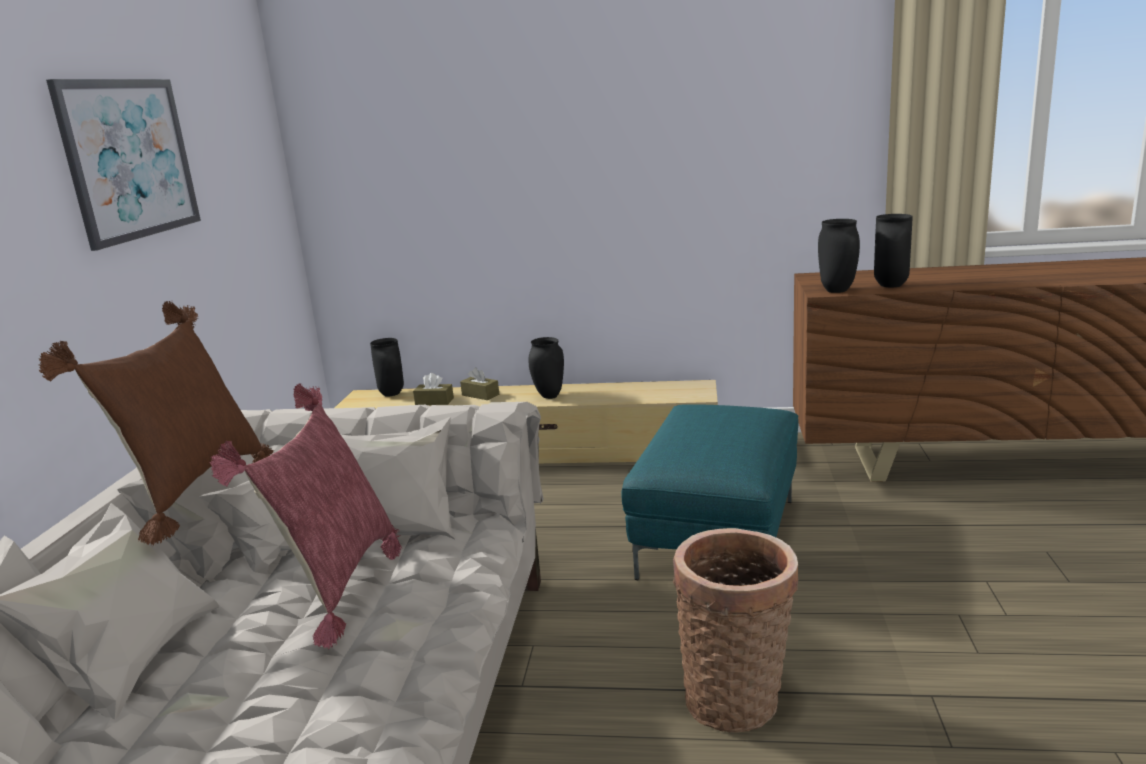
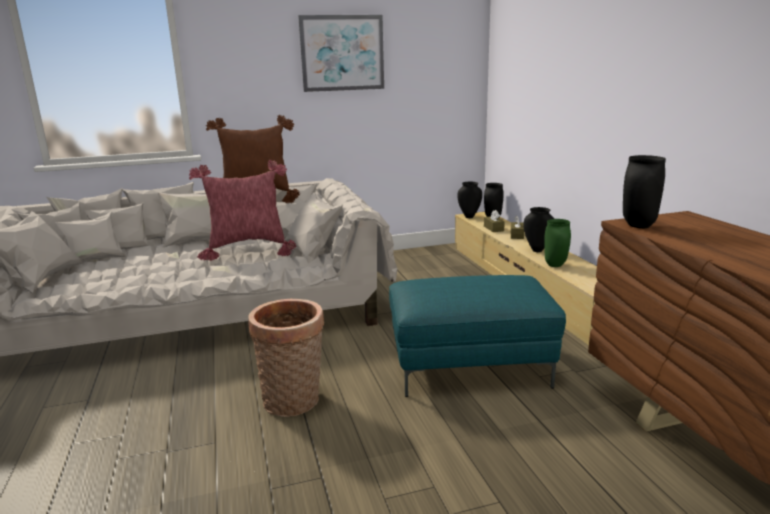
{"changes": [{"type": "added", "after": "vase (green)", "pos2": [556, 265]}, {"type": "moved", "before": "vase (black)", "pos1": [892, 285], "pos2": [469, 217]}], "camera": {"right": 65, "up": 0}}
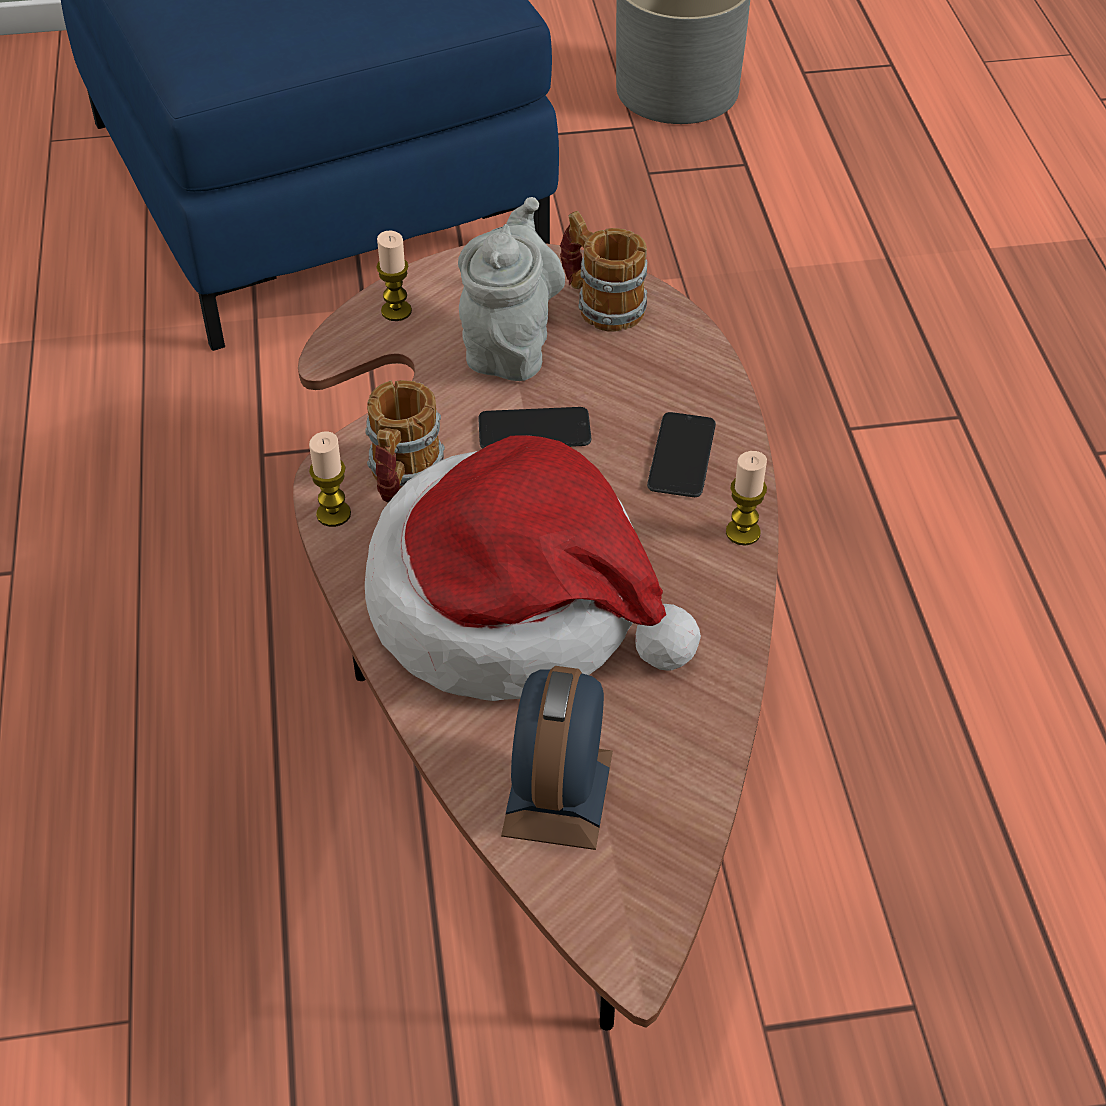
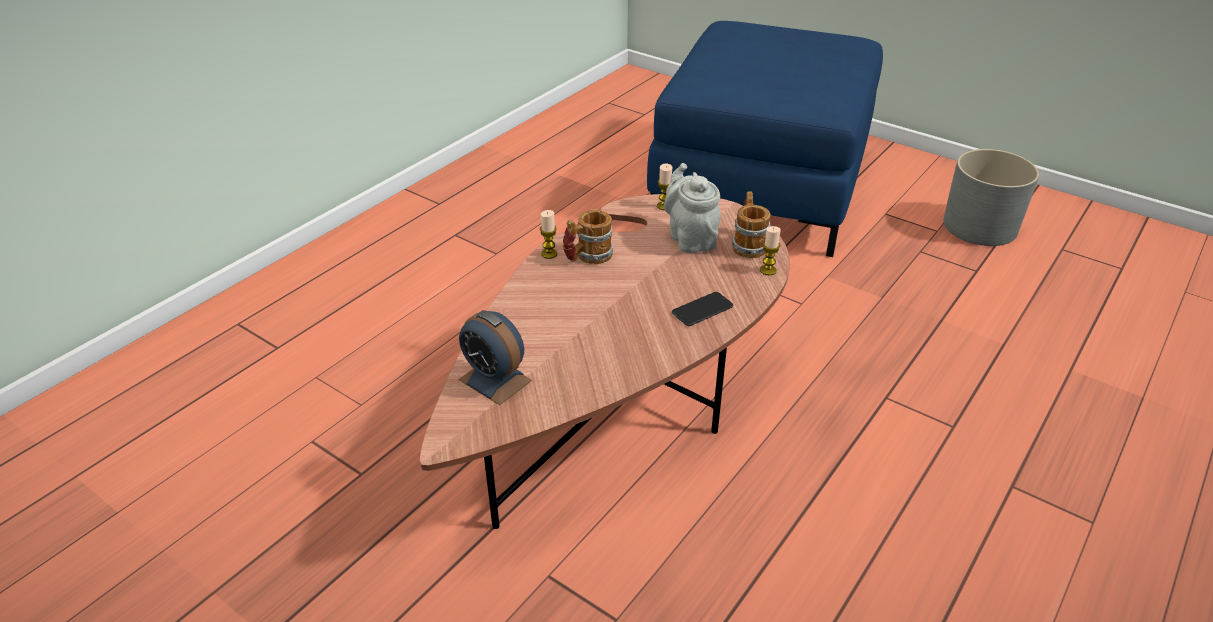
{"changes": [{"type": "removed", "before": "hat", "pos1": [516, 605]}, {"type": "removed", "before": "phone", "pos1": [534, 430]}, {"type": "moved", "before": "candle", "pos1": [743, 532], "pos2": [768, 270]}, {"type": "turned", "before": "teapot (grey)", "pos1": [509, 344], "pos2": [690, 238], "turn": -75}, {"type": "turned", "before": "alarm clock", "pos1": [558, 793], "pos2": [495, 380], "turn": -105}], "camera": {"right": 45, "up": -10}}
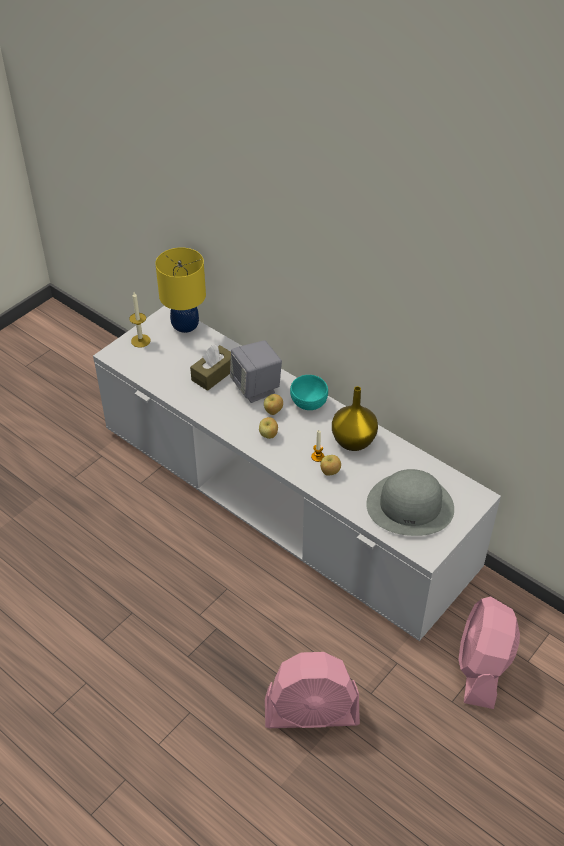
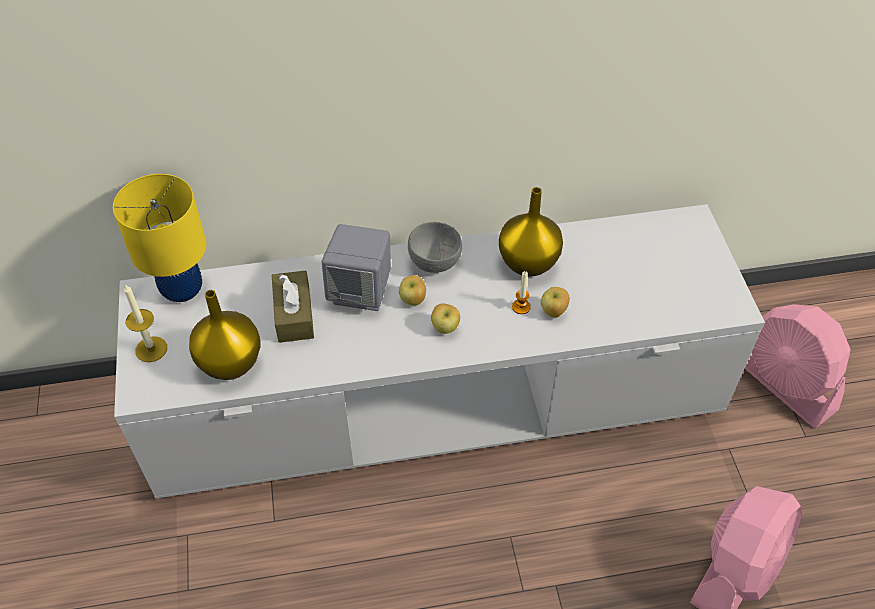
{"changes": [{"type": "removed", "before": "hat (grey)", "pos1": [410, 505]}, {"type": "added", "after": "vase (yellow)", "pos2": [231, 364]}, {"type": "recoloured", "before": "bowl (turquoise)", "after": "bowl (grey)", "pos1": [308, 403], "pos2": [434, 262]}], "camera": {"right": -50, "up": 5}}
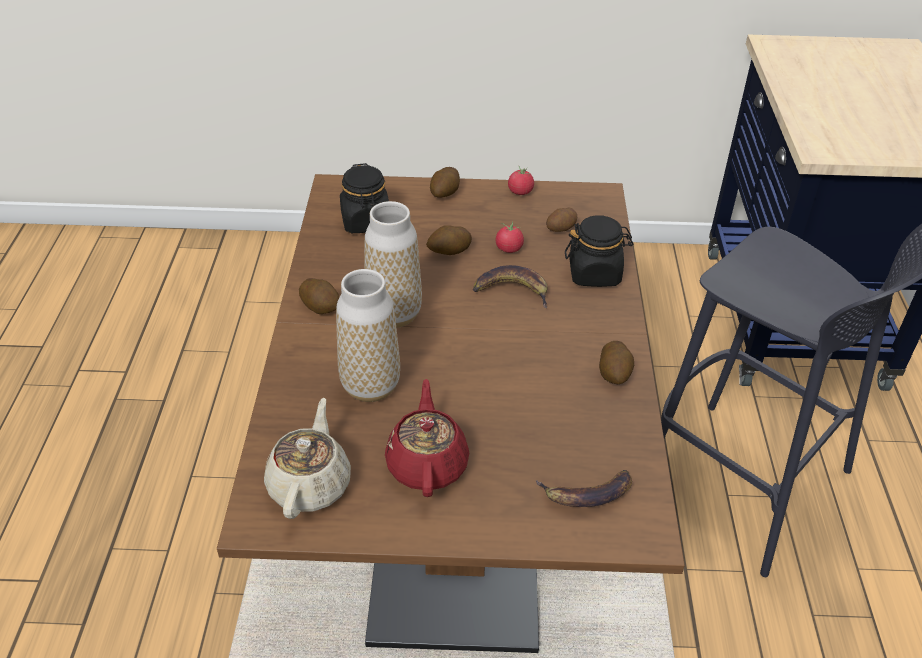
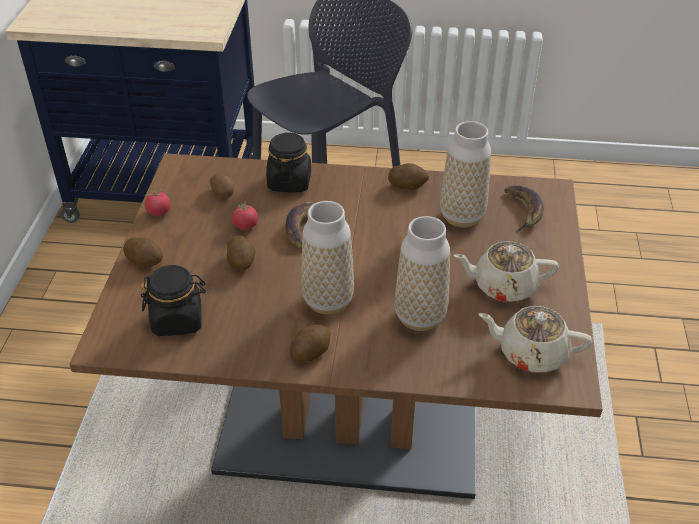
{"changes": [{"type": "added", "after": "vase", "pos2": [462, 217]}, {"type": "recoloured", "before": "teapot (red)", "after": "teapot (beige)", "pos1": [427, 464], "pos2": [503, 286]}], "camera": {"right": -85, "up": 0}}
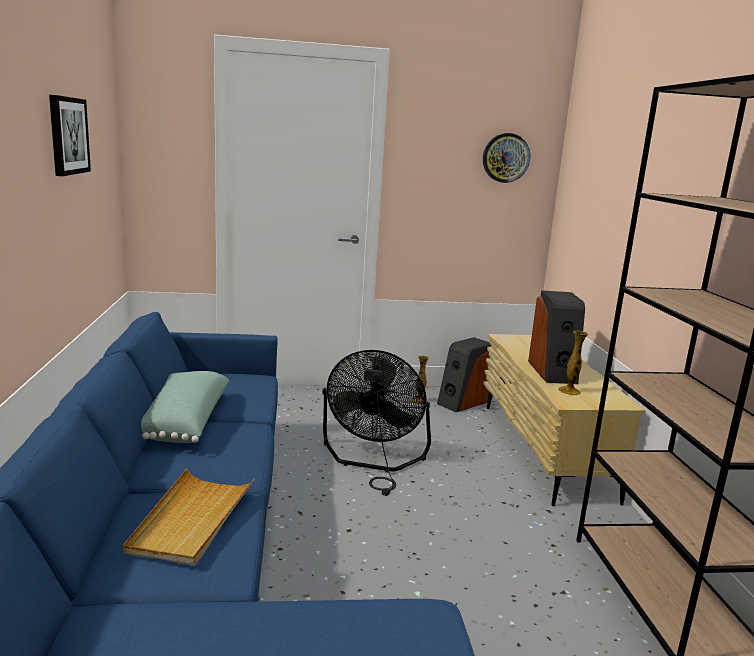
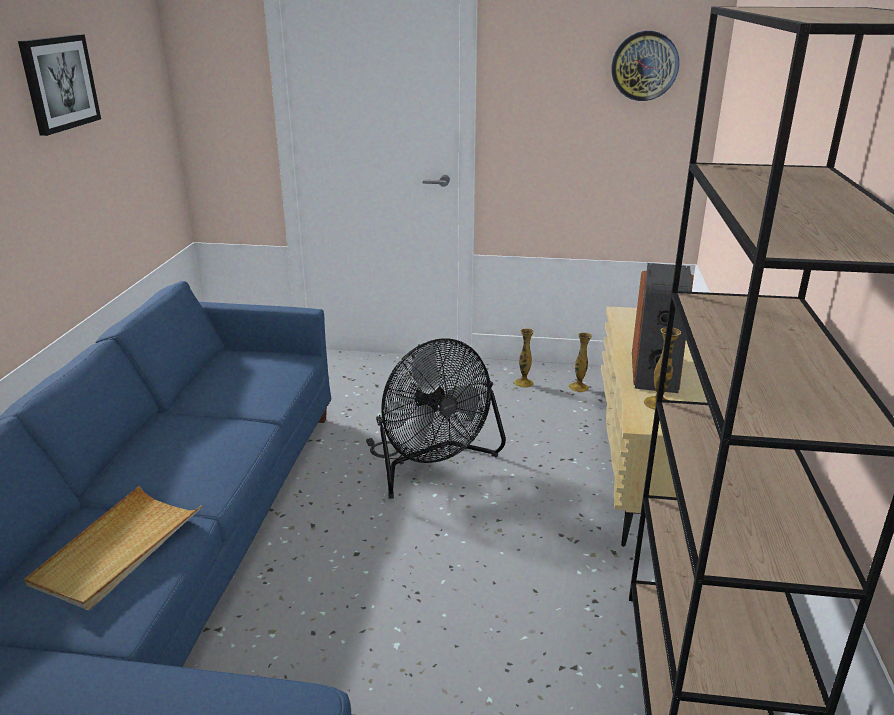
{"changes": [{"type": "removed", "before": "pillow (green)", "pos1": [182, 422]}, {"type": "replaced", "before": "speaker", "after": "vase", "pos1": [462, 402], "pos2": [578, 387]}, {"type": "turned", "before": "fan (black)", "pos1": [373, 462], "pos2": [427, 465], "turn": 120}], "camera": {"right": 15, "up": 10}}
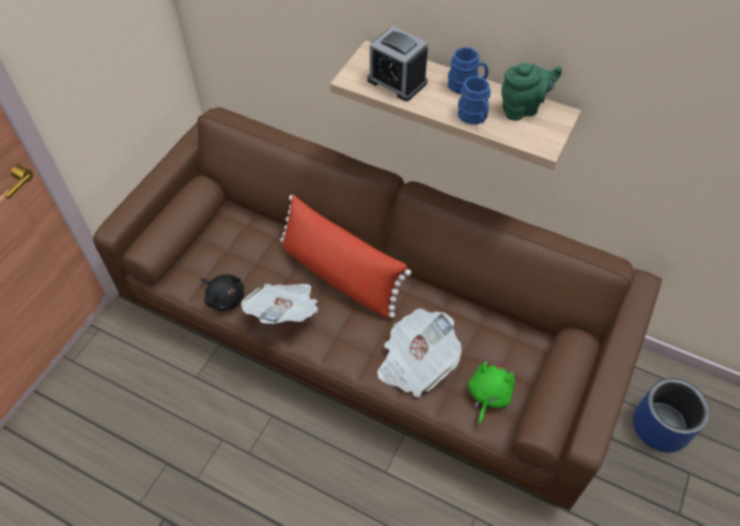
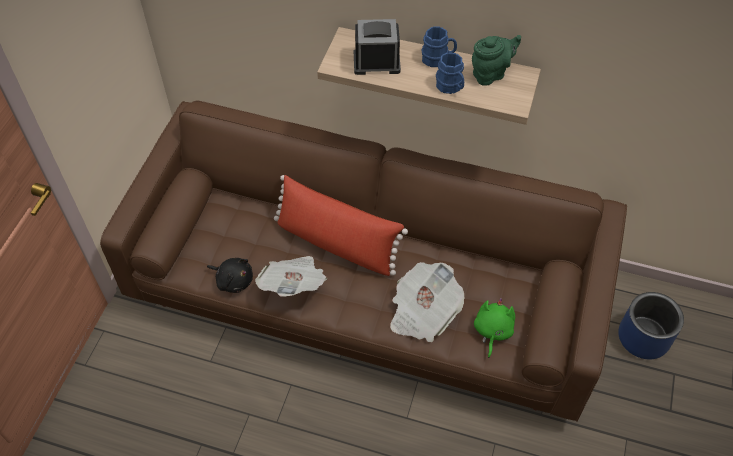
{"changes": [{"type": "turned", "before": "alarm clock", "pos1": [397, 81], "pos2": [376, 62], "turn": 150}], "camera": {"right": -10, "up": 0}}
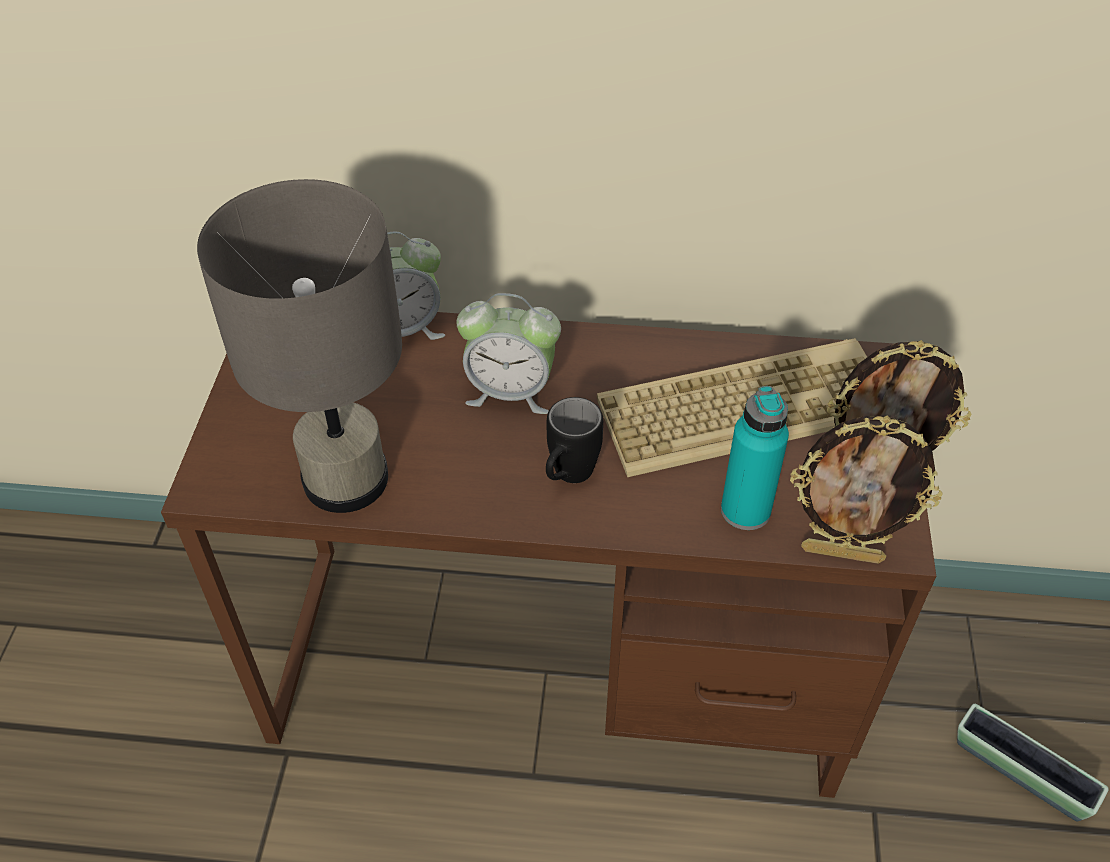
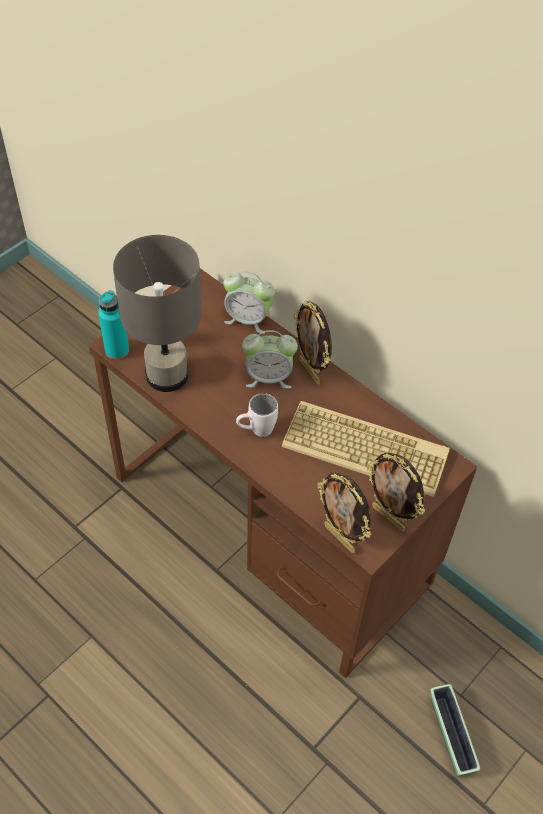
{"changes": [{"type": "added", "after": "picture frame", "pos2": [310, 371]}, {"type": "moved", "before": "bottle (turquoise)", "pos1": [745, 510], "pos2": [117, 350]}, {"type": "recoloured", "before": "mug (black)", "after": "mug (white)", "pos1": [567, 478], "pos2": [256, 431]}, {"type": "turned", "before": "alarm clock", "pos1": [511, 392], "pos2": [268, 377], "turn": -45}], "camera": {"right": 35, "up": 5}}
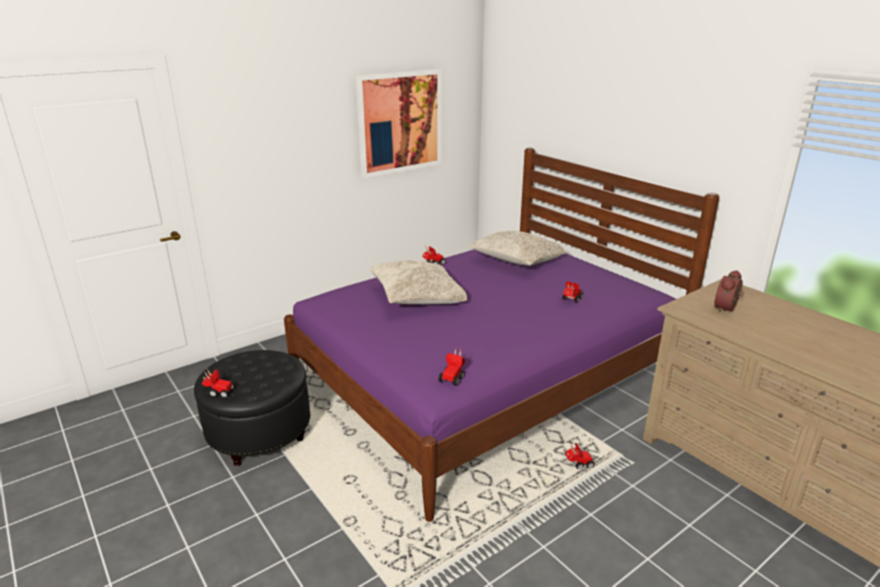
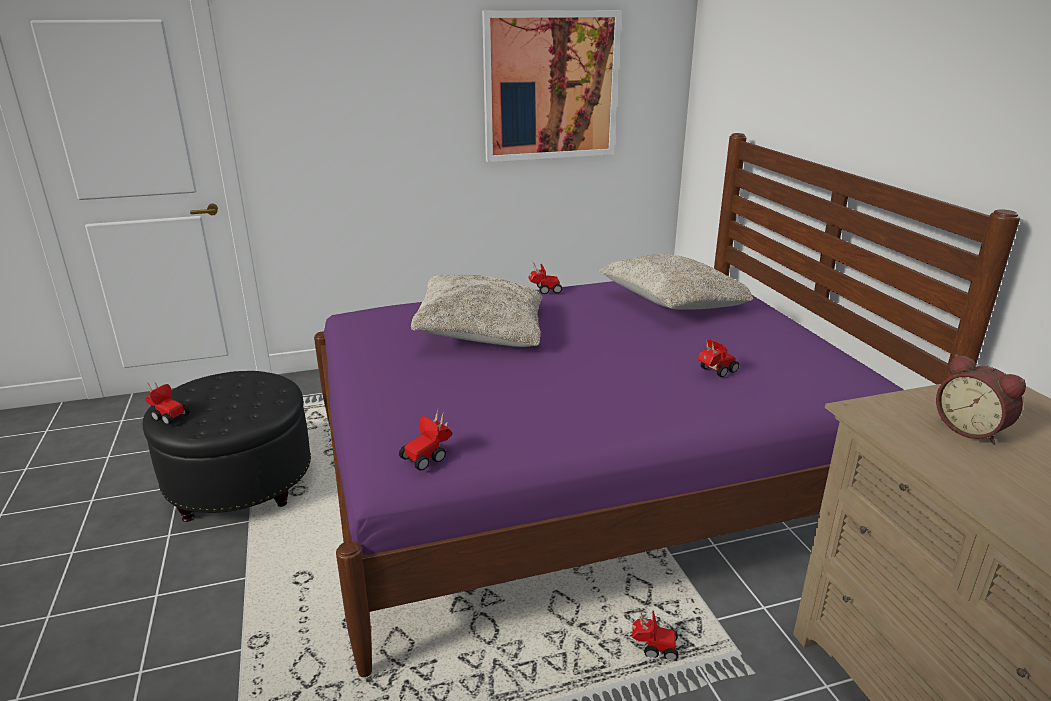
{"changes": [{"type": "turned", "before": "alarm clock", "pos1": [727, 309], "pos2": [971, 429], "turn": -90}], "camera": {"right": 20, "up": 0}}
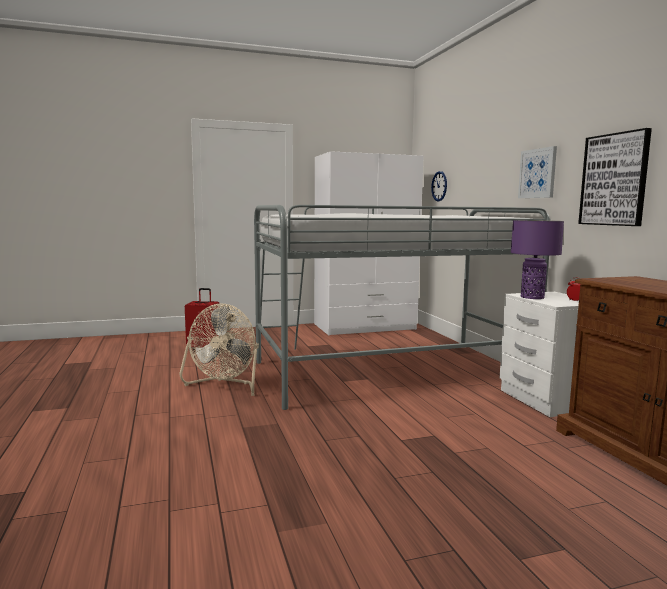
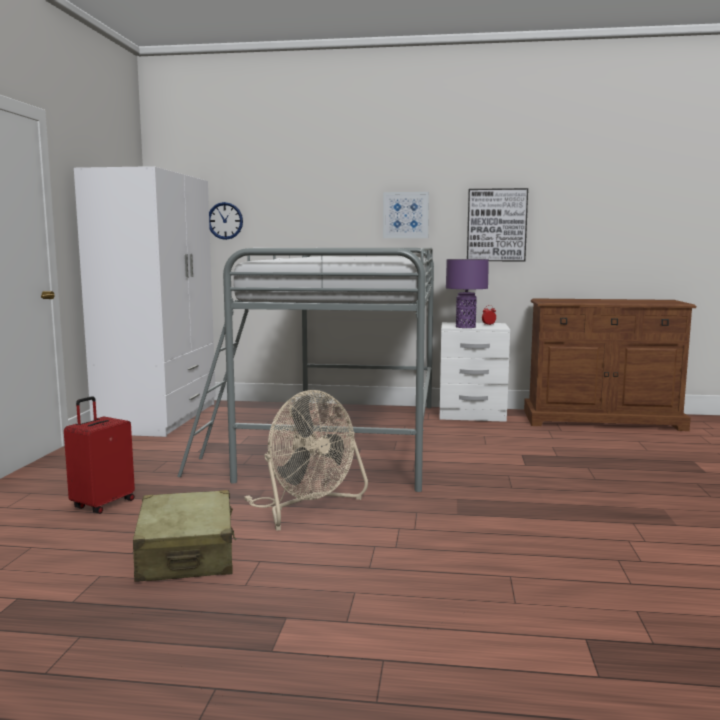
{"changes": [{"type": "added", "after": "suitcase (beige)", "pos2": [186, 554]}], "camera": {"right": -65, "up": 0}}
